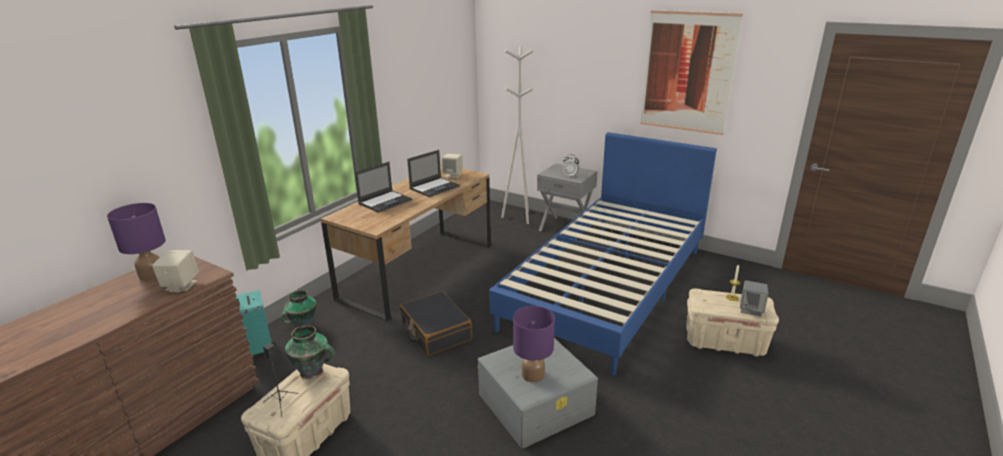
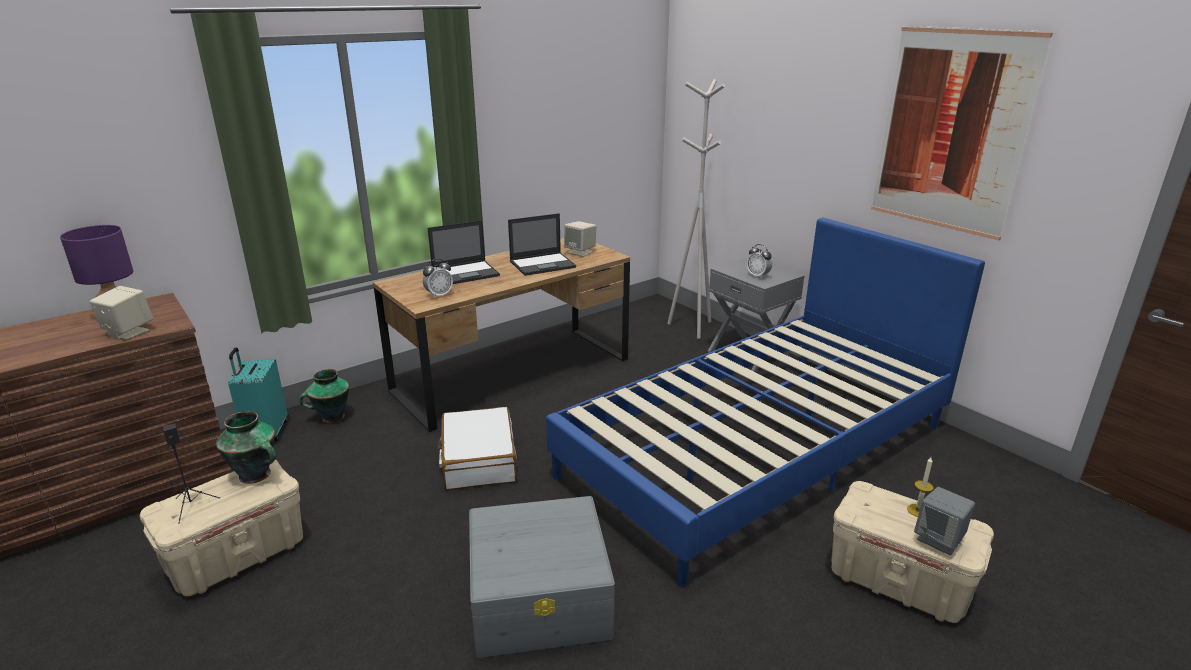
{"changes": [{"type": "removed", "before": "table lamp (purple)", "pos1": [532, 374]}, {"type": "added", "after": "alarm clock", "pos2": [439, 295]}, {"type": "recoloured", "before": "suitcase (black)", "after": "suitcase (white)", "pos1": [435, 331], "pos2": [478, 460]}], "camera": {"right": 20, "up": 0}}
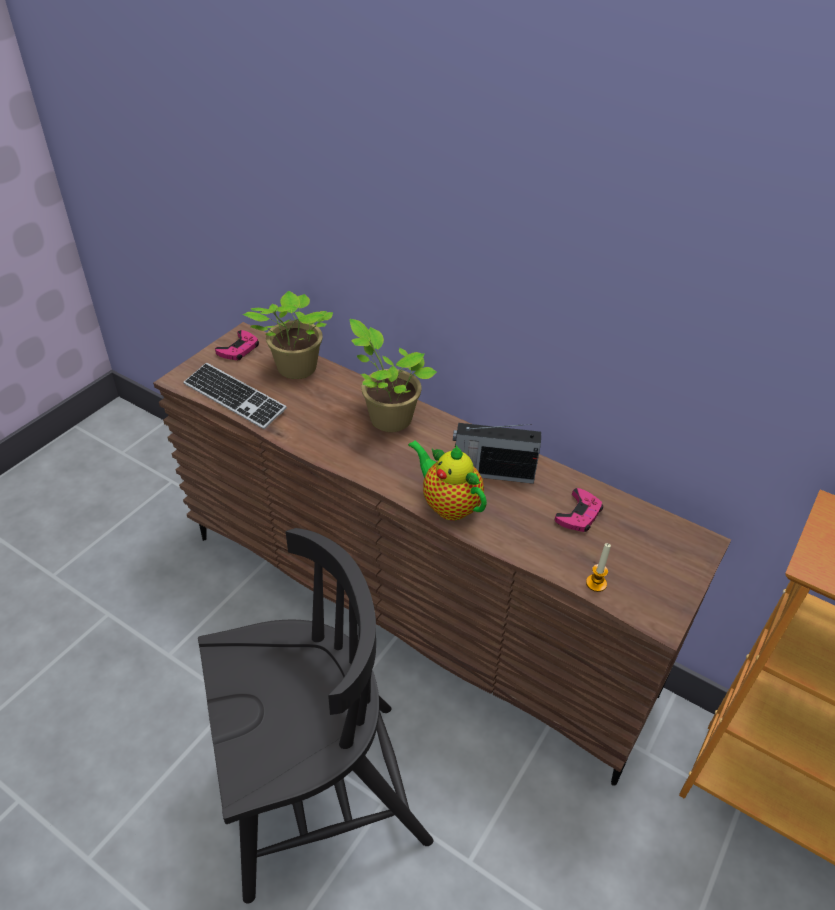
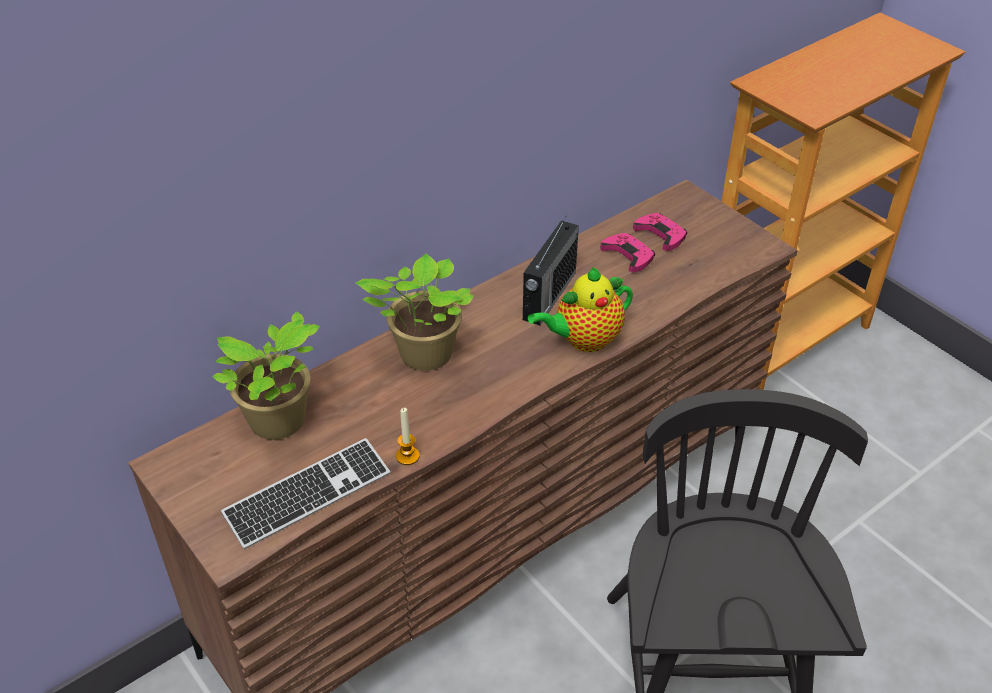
{"changes": [{"type": "moved", "before": "game controller (pink)", "pos1": [239, 349], "pos2": [661, 234]}, {"type": "moved", "before": "candle", "pos1": [596, 583], "pos2": [407, 456]}], "camera": {"right": -70, "up": 0}}
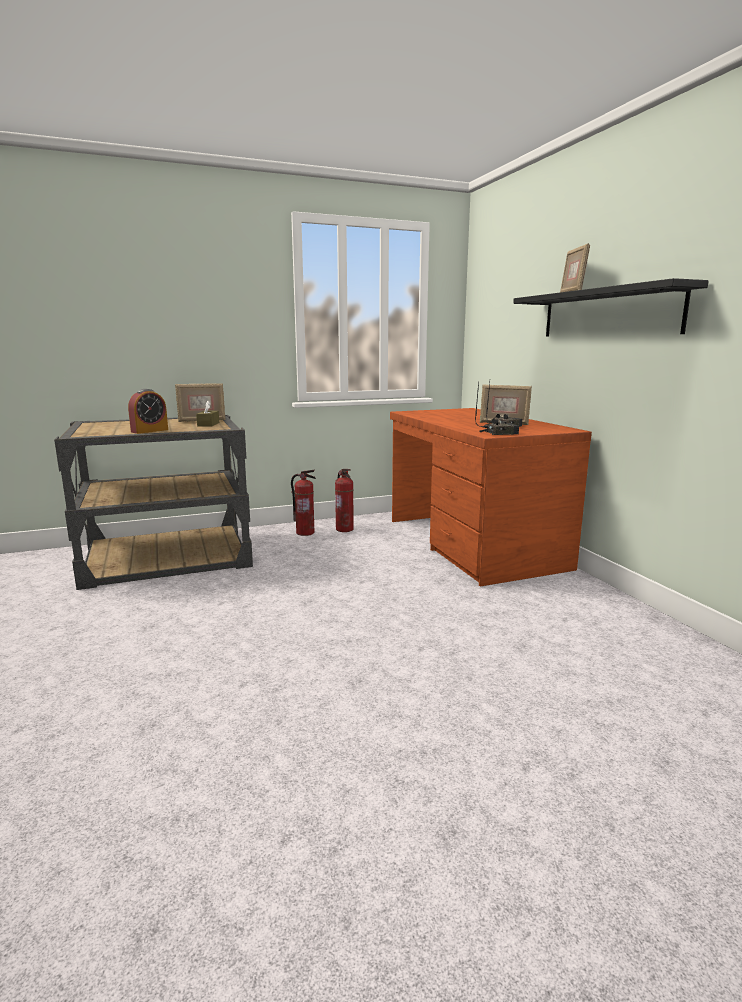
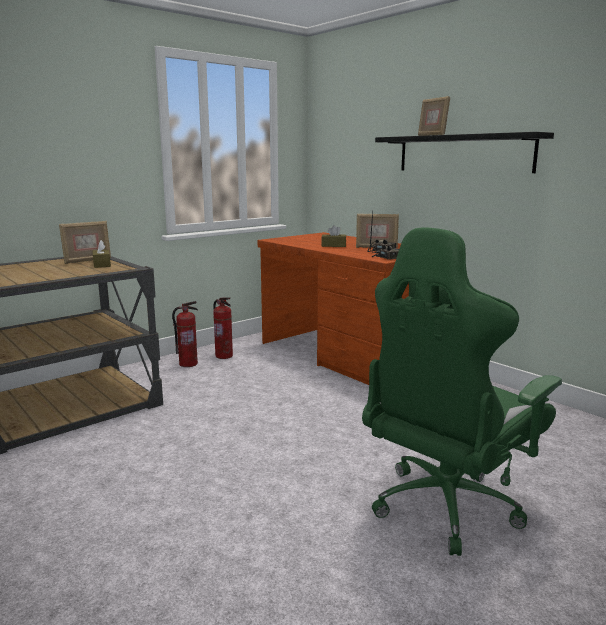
{"changes": [{"type": "removed", "before": "alarm clock", "pos1": [149, 431]}, {"type": "added", "after": "tissue box (brown)", "pos2": [333, 245]}, {"type": "added", "after": "office chair (green)", "pos2": [449, 502]}], "camera": {"right": -20, "up": 0}}
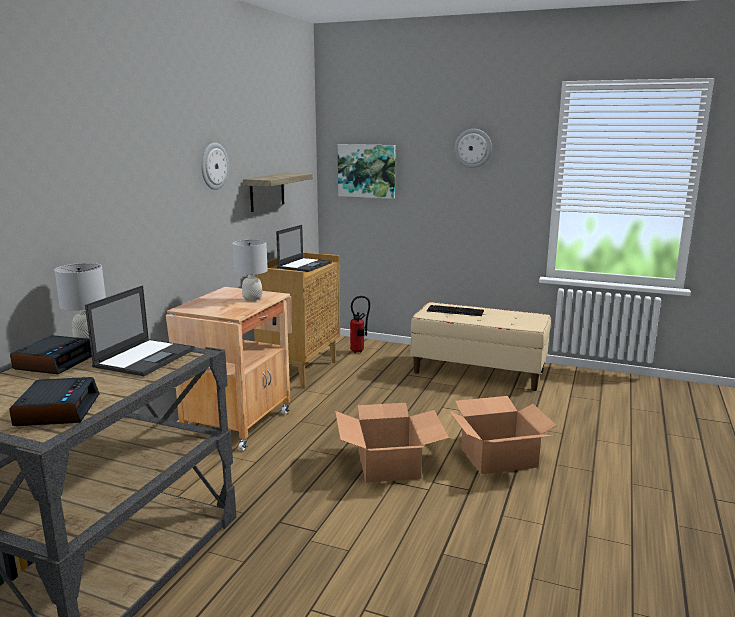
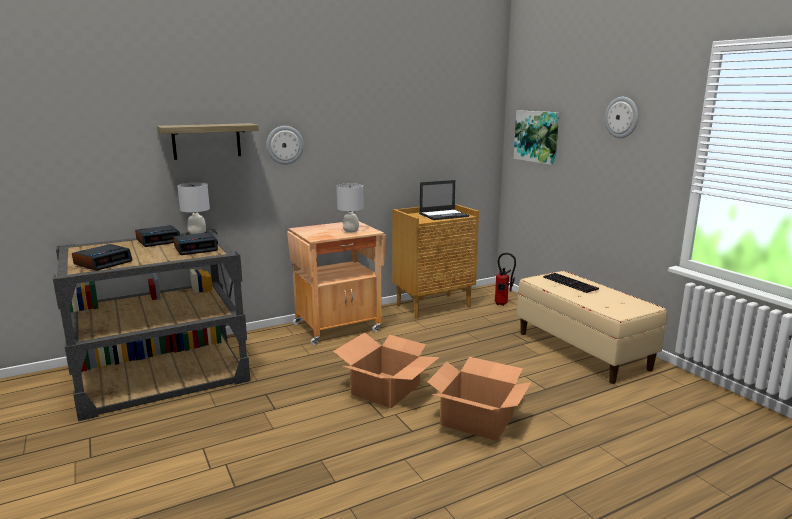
{"changes": [{"type": "moved", "before": "wall clock", "pos1": [213, 166], "pos2": [284, 145]}, {"type": "moved", "before": "shelf", "pos1": [267, 191], "pos2": [206, 141]}, {"type": "replaced", "before": "laptop", "after": "alarm clock", "pos1": [145, 357], "pos2": [196, 248]}], "camera": {"right": 40, "up": 0}}
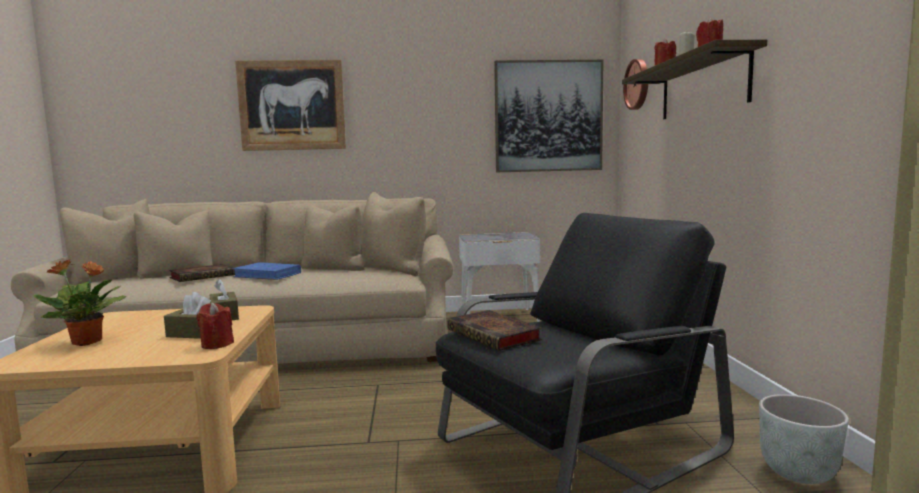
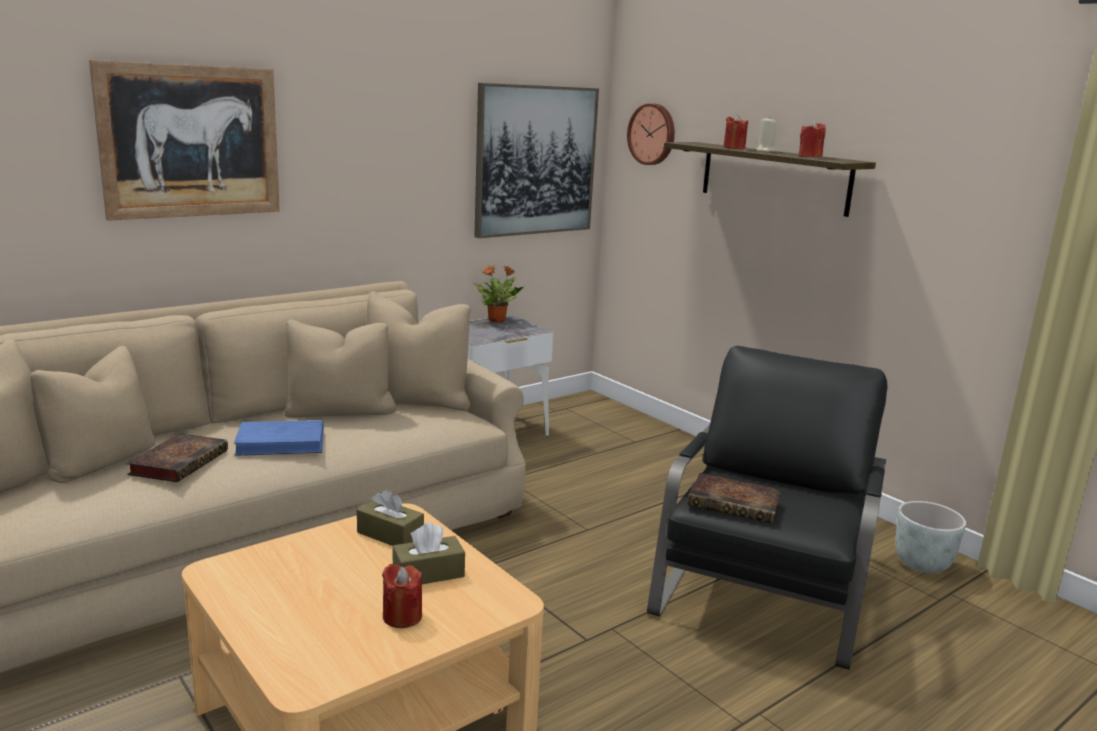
{"changes": [{"type": "moved", "before": "potted plant", "pos1": [88, 342], "pos2": [497, 320]}, {"type": "moved", "before": "candle (red)", "pos1": [217, 344], "pos2": [402, 616]}], "camera": {"right": -35, "up": 10}}
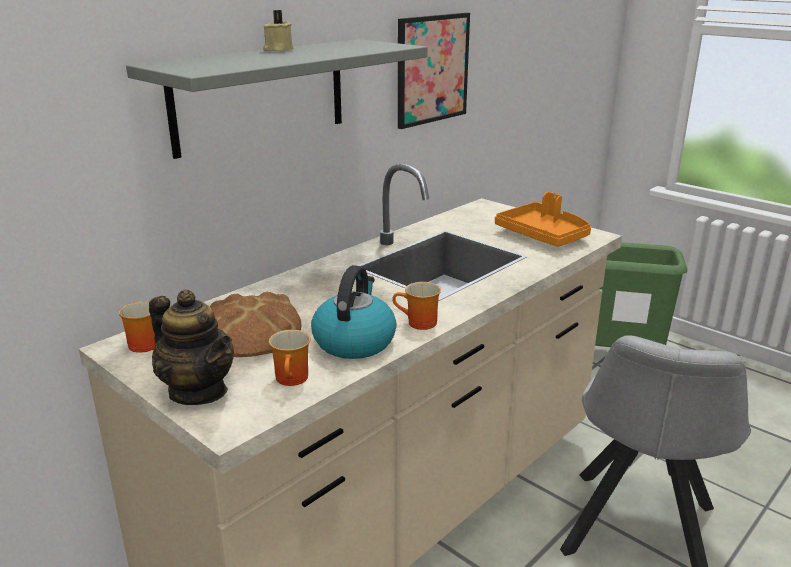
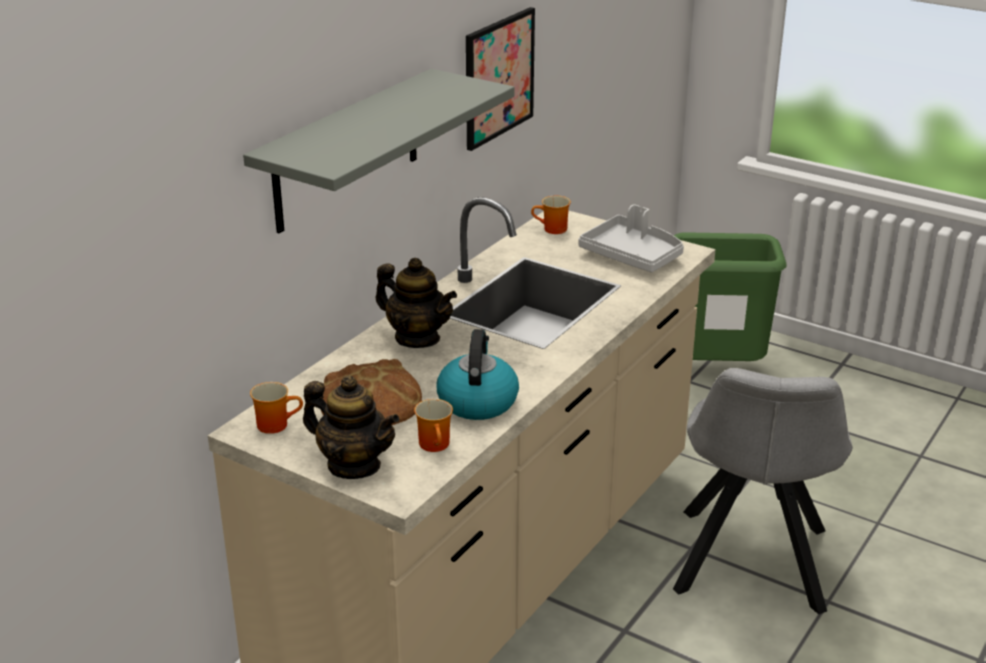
{"changes": [{"type": "removed", "before": "candle (beige)", "pos1": [278, 50]}, {"type": "added", "after": "teapot", "pos2": [417, 338]}, {"type": "moved", "before": "mug", "pos1": [418, 324], "pos2": [552, 230]}, {"type": "recoloured", "before": "tray (orange)", "after": "tray (grey)", "pos1": [543, 235], "pos2": [632, 256]}], "camera": {"right": -10, "up": 5}}
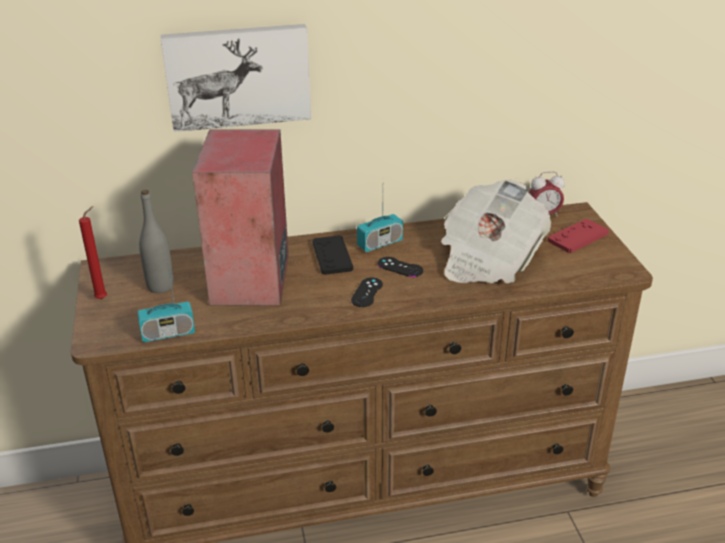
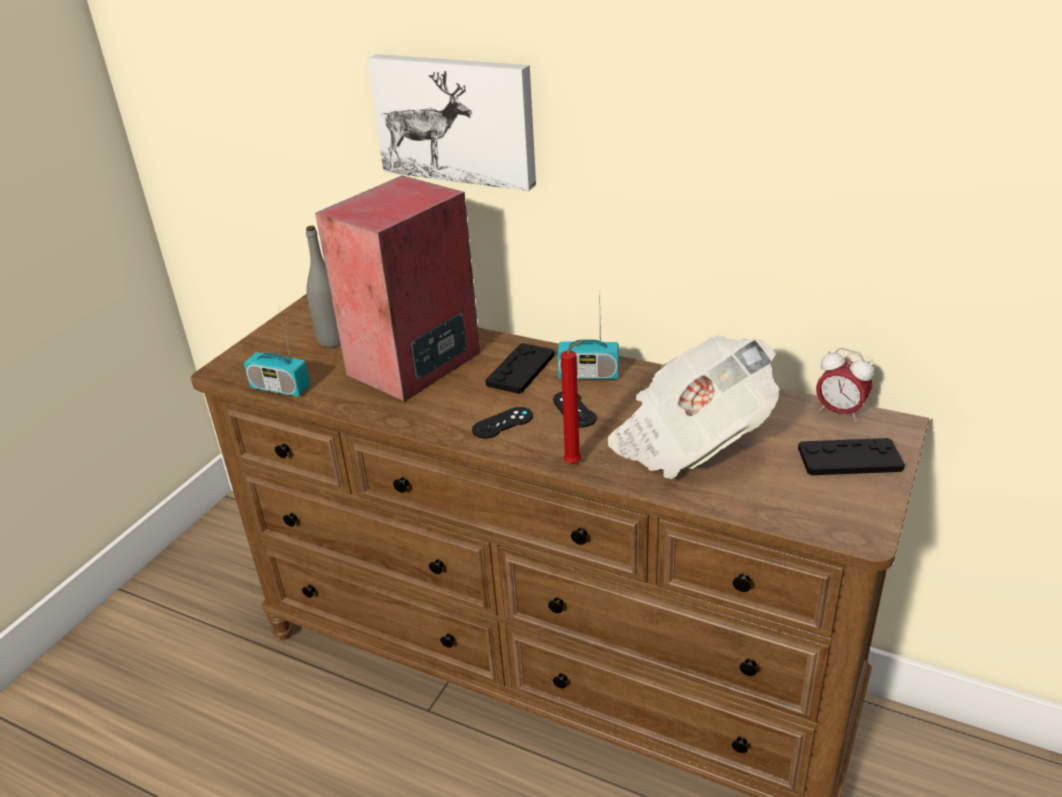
{"changes": [{"type": "moved", "before": "candle (red)", "pos1": [103, 298], "pos2": [575, 463]}, {"type": "recoloured", "before": "game controller (red)", "after": "game controller (black)", "pos1": [578, 237], "pos2": [849, 459]}], "camera": {"right": 40, "up": 0}}
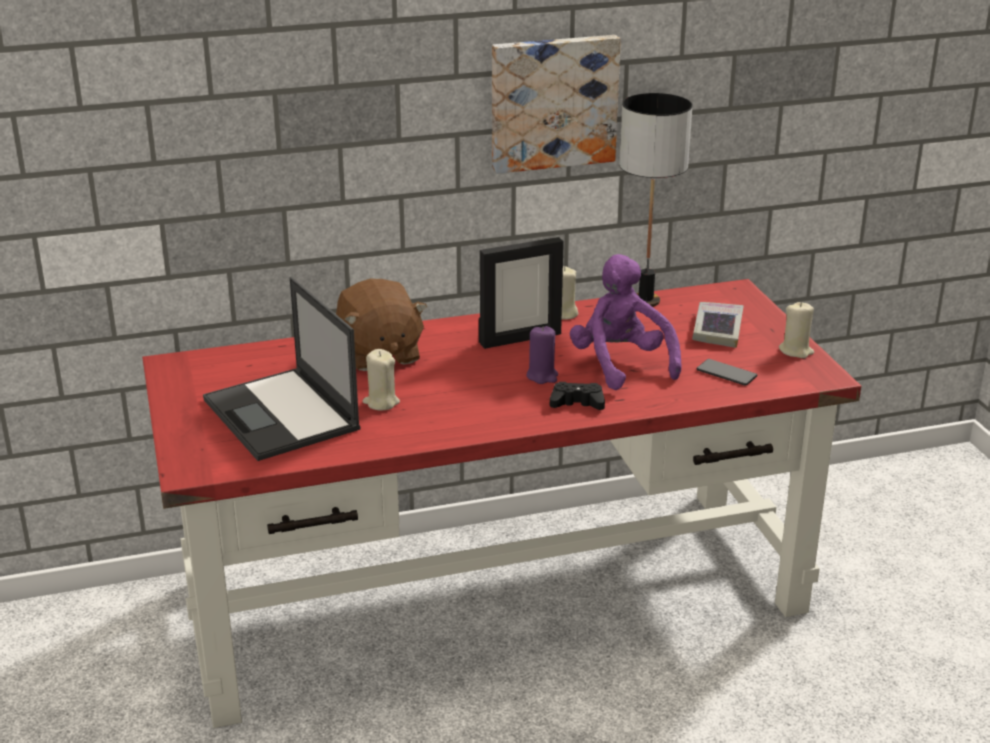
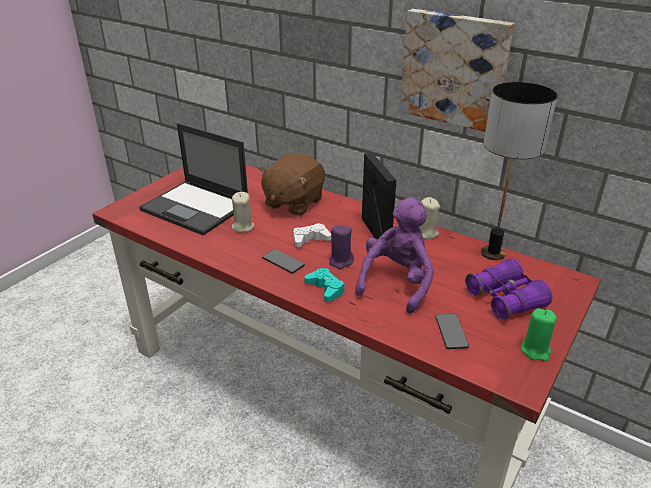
{"changes": [{"type": "added", "after": "phone", "pos2": [283, 262]}, {"type": "added", "after": "game controller (white)", "pos2": [310, 239]}, {"type": "replaced", "before": "book", "after": "binoculars (purple)", "pos1": [717, 329], "pos2": [505, 299]}, {"type": "recoloured", "before": "game controller (black)", "after": "game controller (turquoise)", "pos1": [577, 403], "pos2": [325, 289]}, {"type": "recoloured", "before": "candle (beige)", "after": "candle (green)", "pos1": [796, 351], "pos2": [535, 350]}, {"type": "turned", "before": "laptop", "pos1": [282, 415], "pos2": [196, 207], "turn": -75}, {"type": "turned", "before": "picture frame", "pos1": [520, 338], "pos2": [374, 233], "turn": -135}], "camera": {"right": 50, "up": 5}}
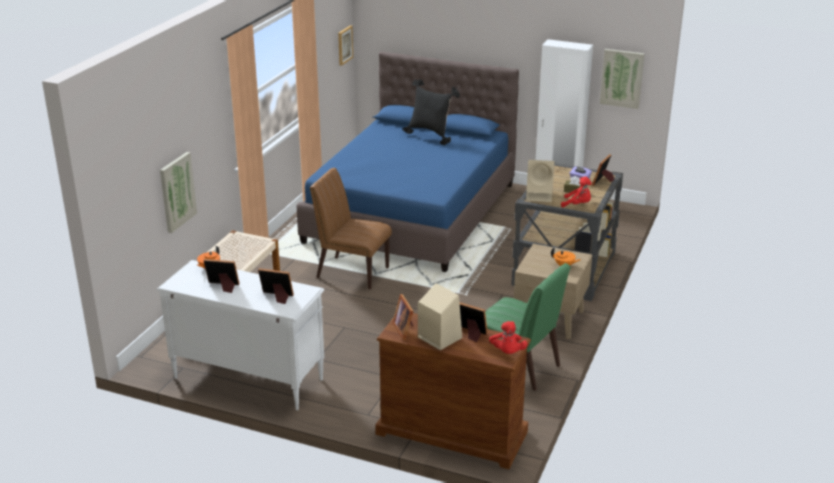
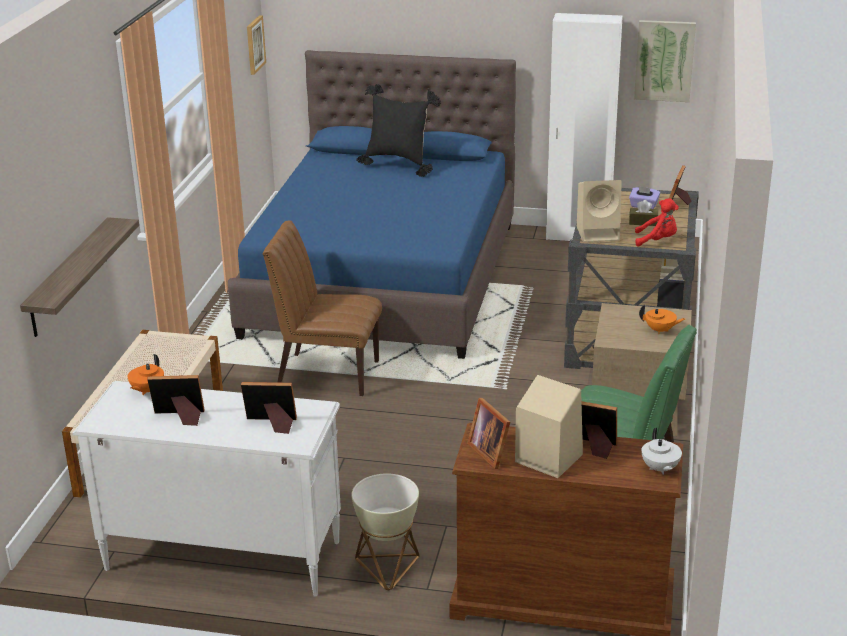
{"changes": [{"type": "added", "after": "planter", "pos2": [387, 569]}, {"type": "replaced", "before": "picture", "after": "shelf", "pos1": [177, 192], "pos2": [69, 277]}, {"type": "replaced", "before": "plush toy (red)", "after": "teapot (white)", "pos1": [507, 352], "pos2": [660, 469]}], "camera": {"right": -10, "up": 0}}
